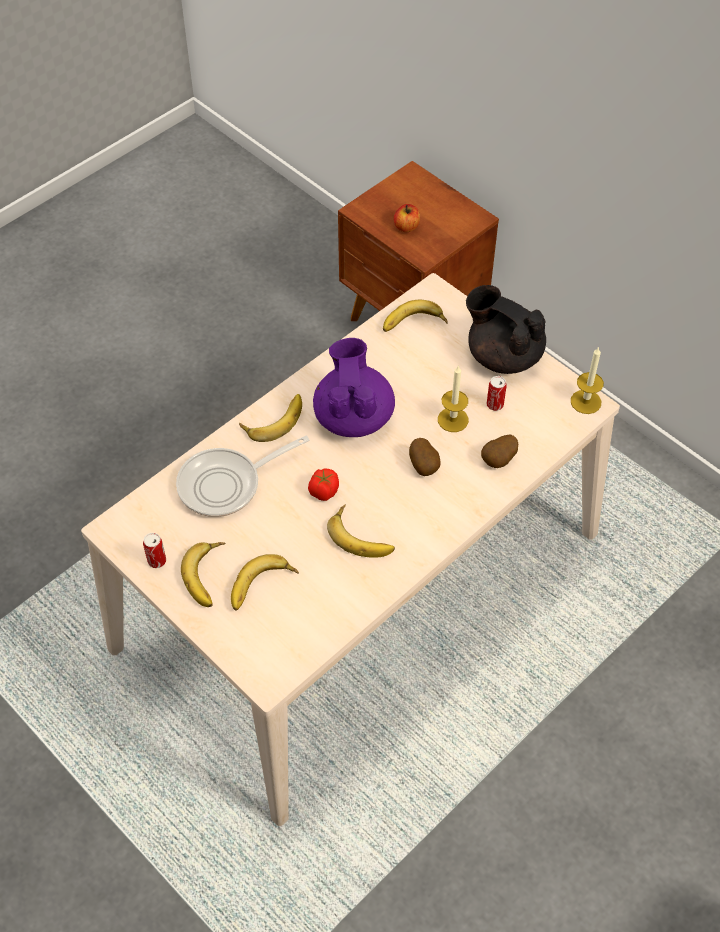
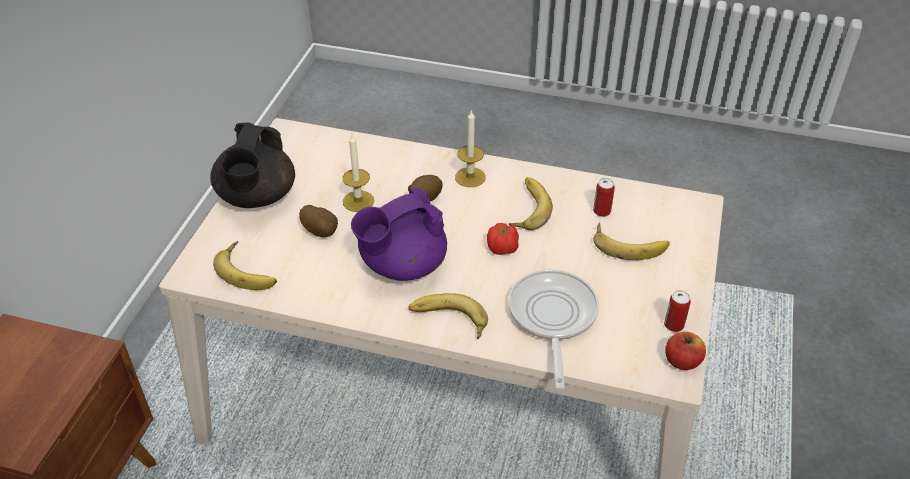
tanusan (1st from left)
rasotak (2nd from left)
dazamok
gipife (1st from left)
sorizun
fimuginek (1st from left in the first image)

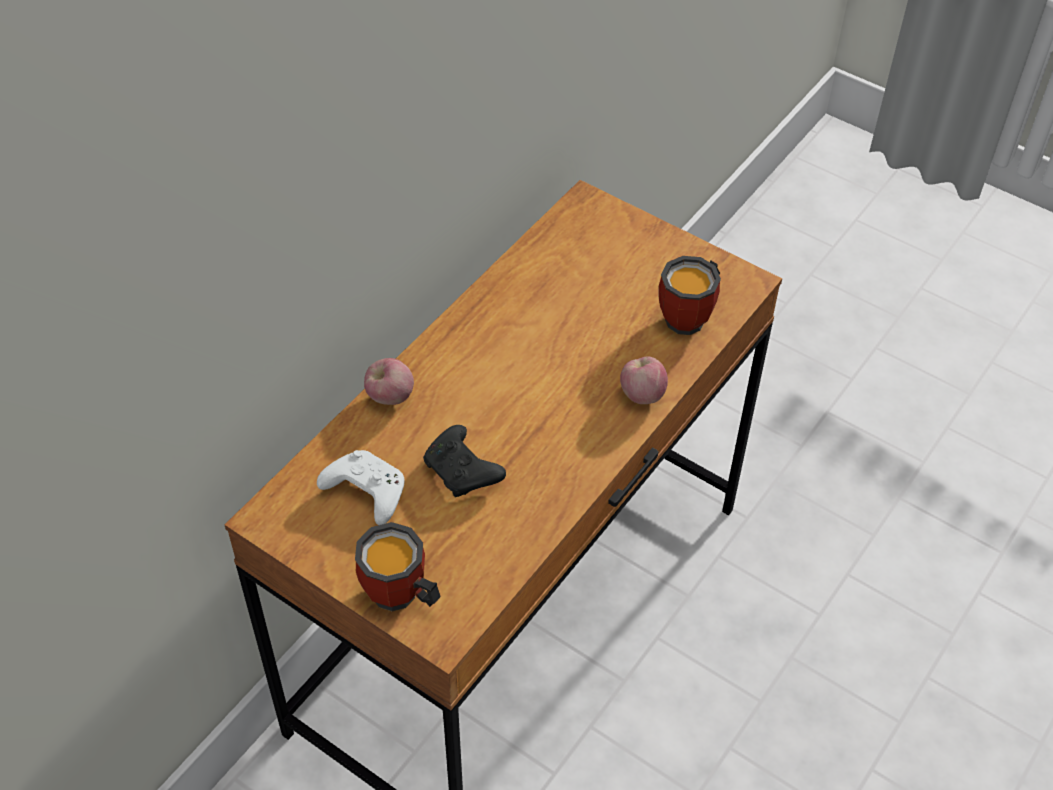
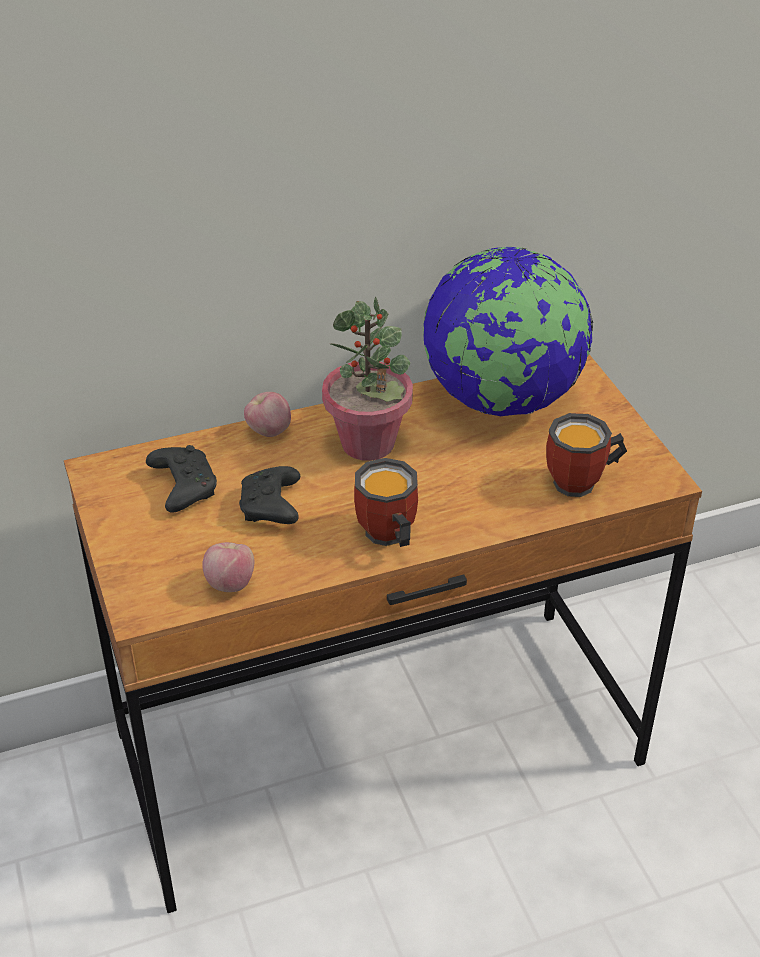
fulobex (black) (1st from left)
sorizun (1st from left)
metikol
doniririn (1st from left)
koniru

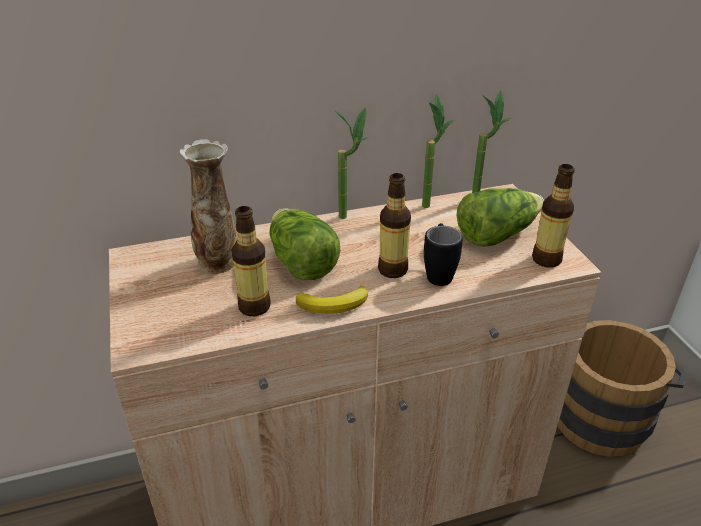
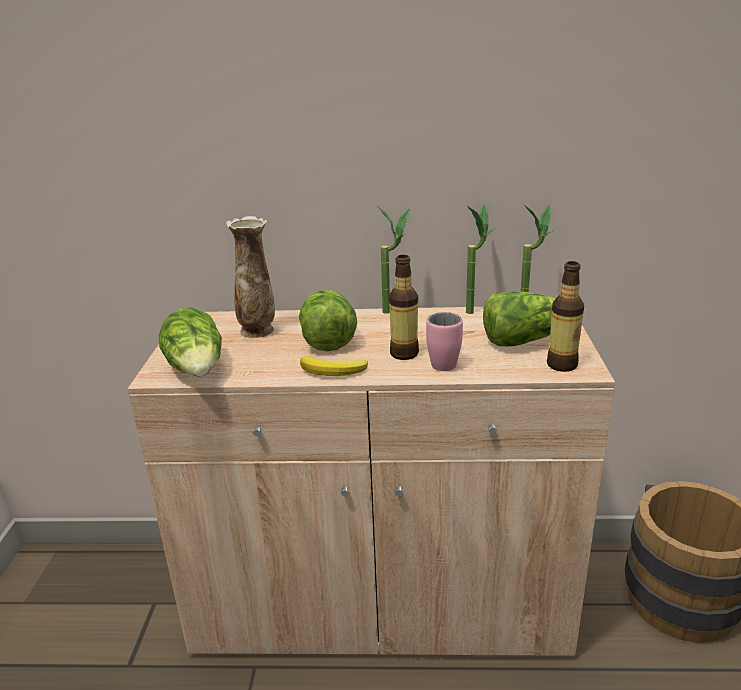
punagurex (1st from left)
doniririn (pink)
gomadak (1st from left in the first image)

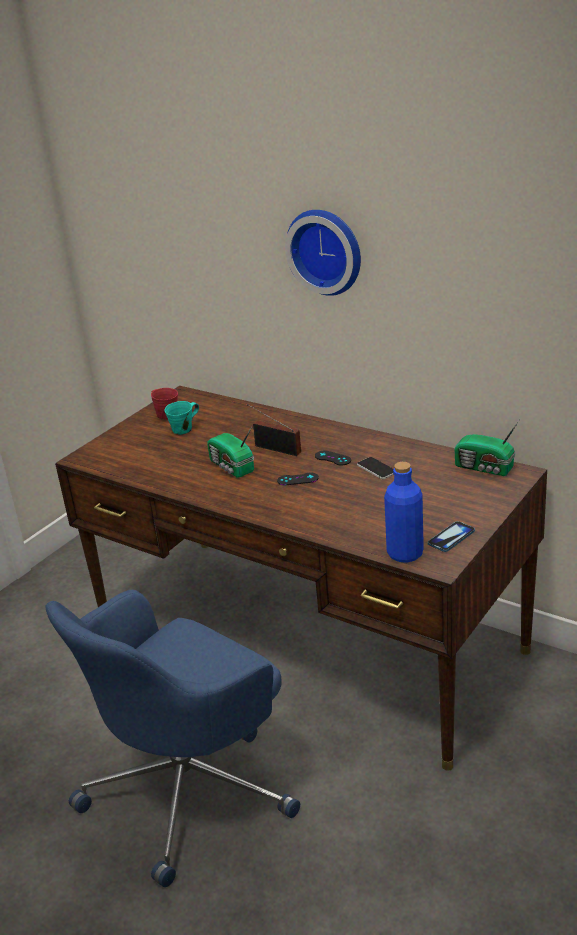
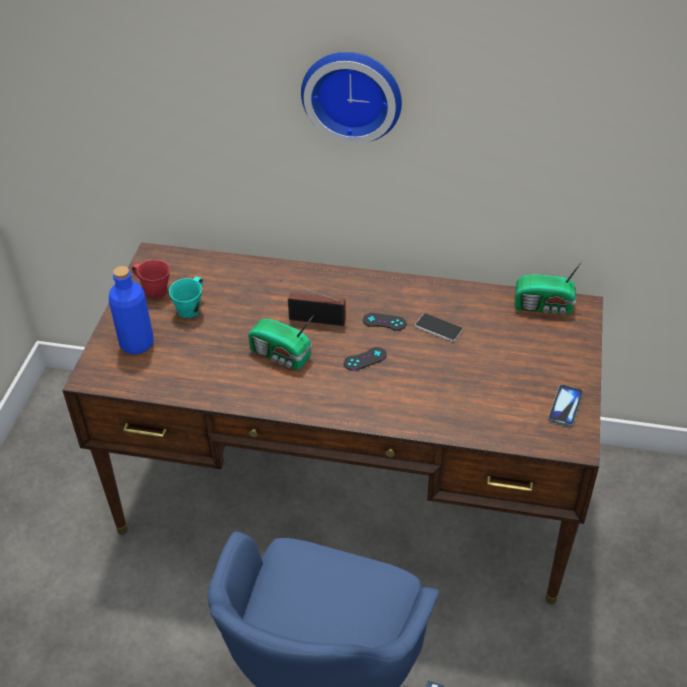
gomadak (blue)

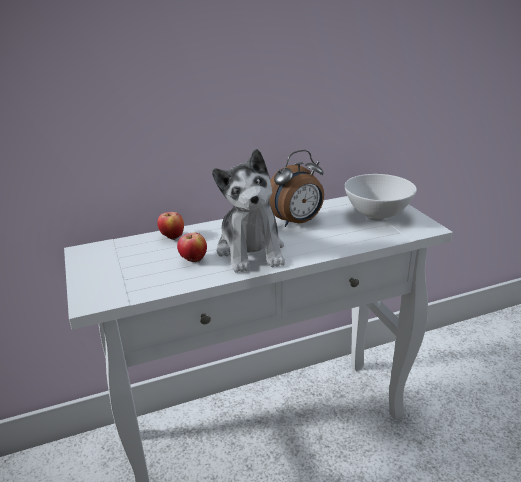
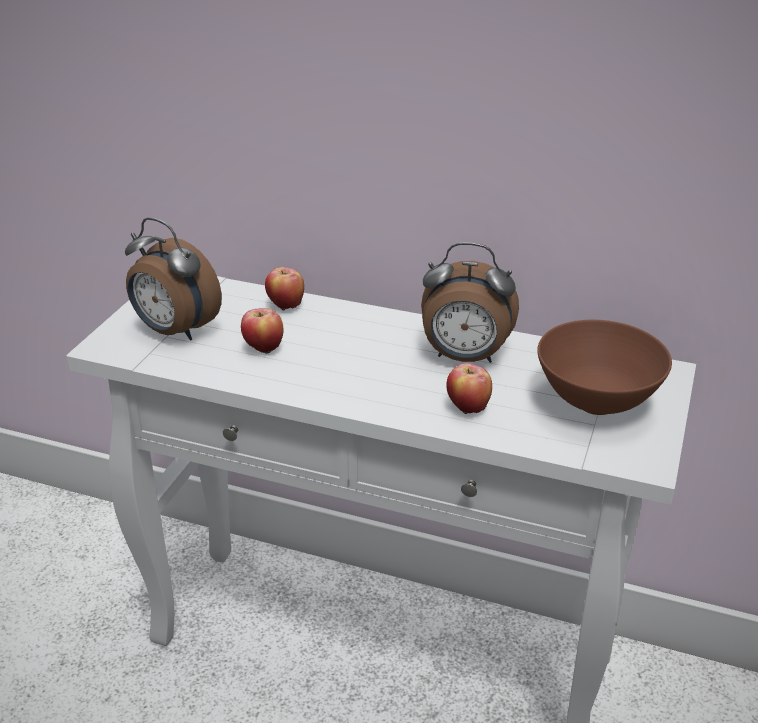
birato (1st from left)
sorizun (3rd from left)
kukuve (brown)
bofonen

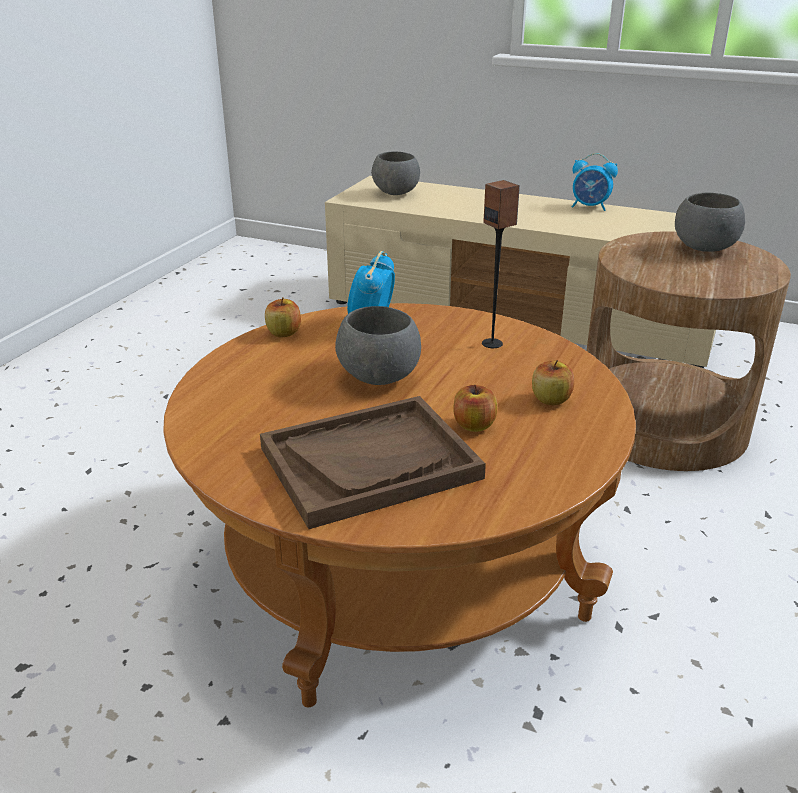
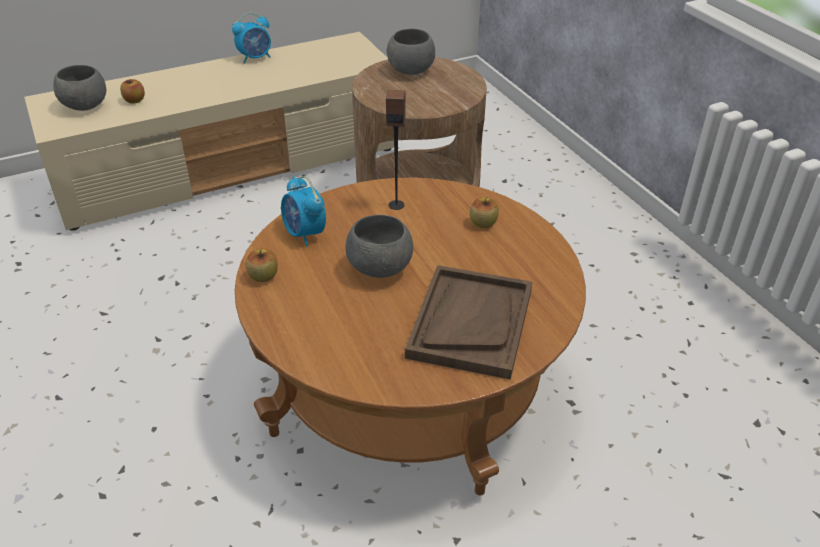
sorizun (1st from left)

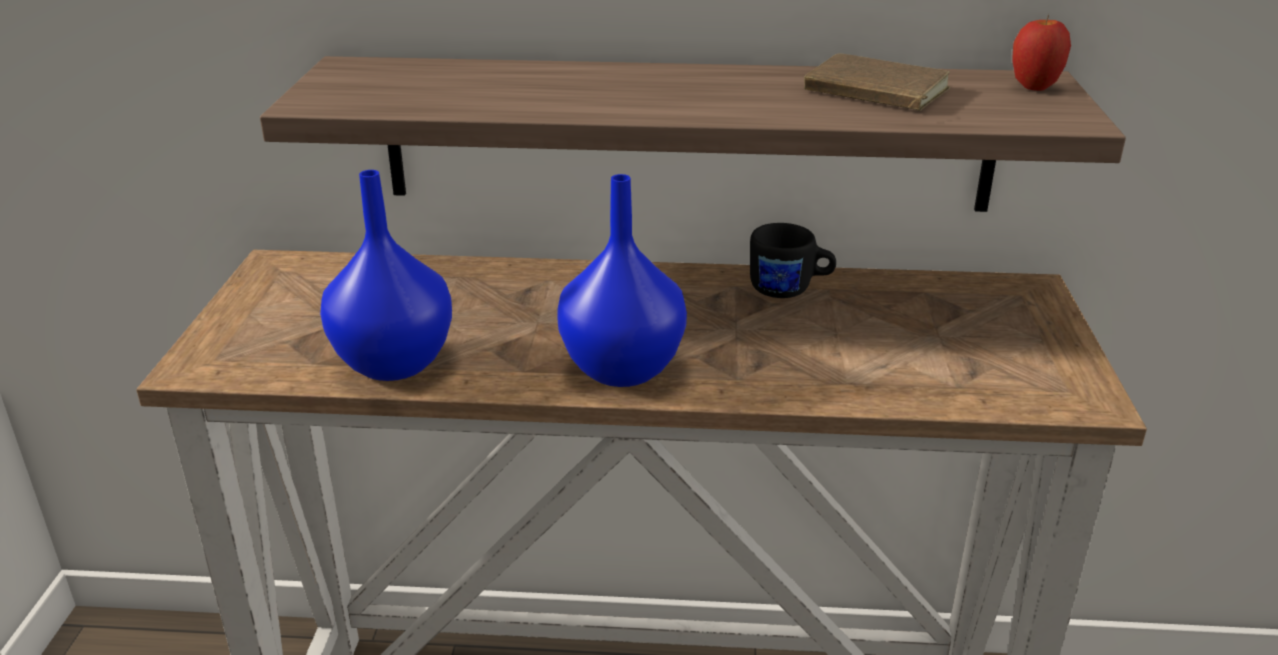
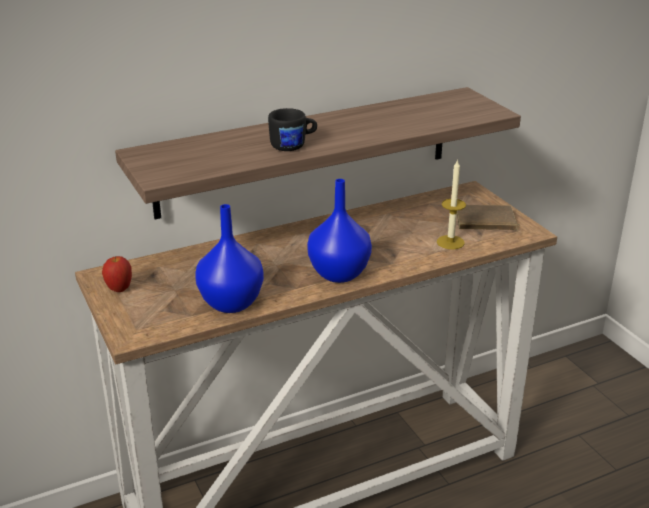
sorizun
doniririn (black)
rasotak
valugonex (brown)

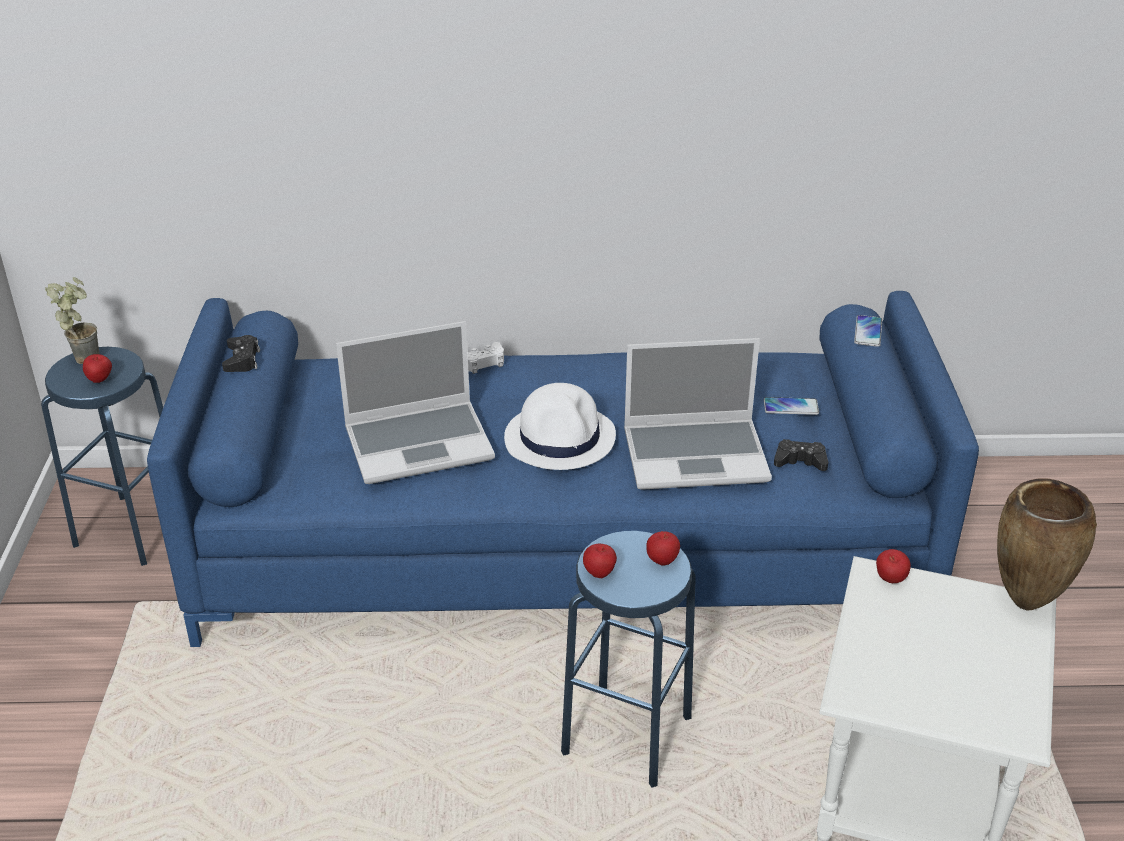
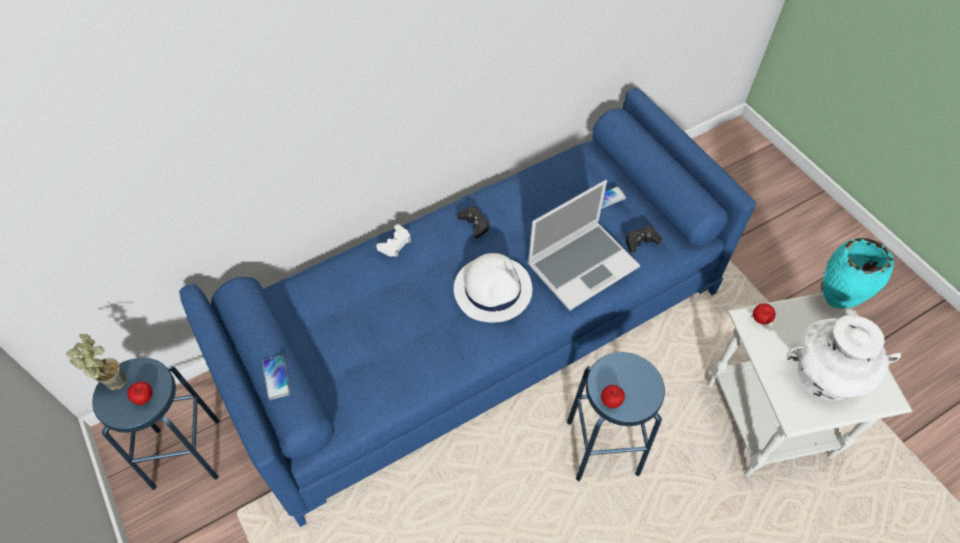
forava (1st from left)
fulobex (black) (1st from left)
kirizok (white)
kirizok (turquoise)
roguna (1st from left in the first image)
sorizun (3rd from left in the first image)

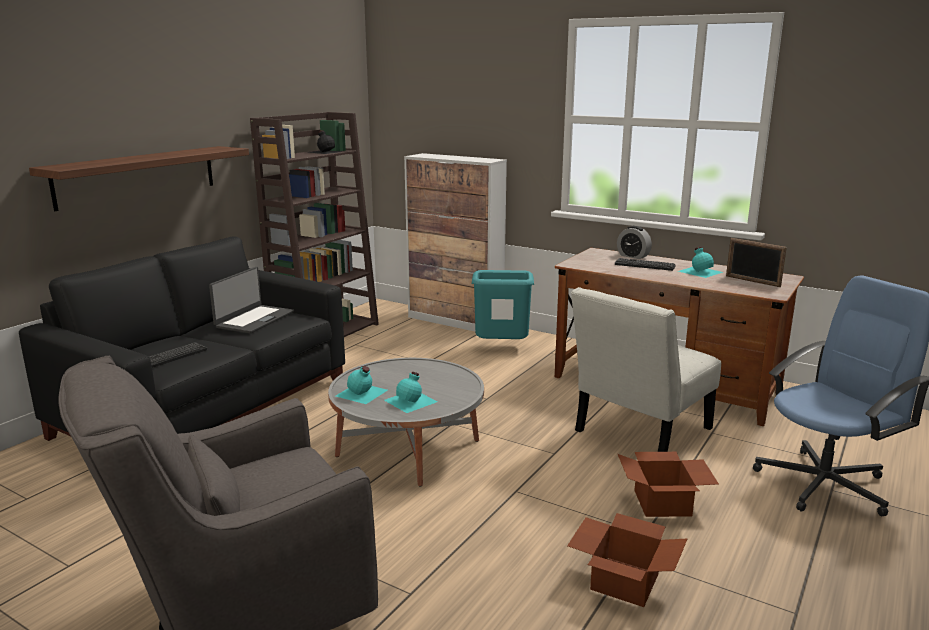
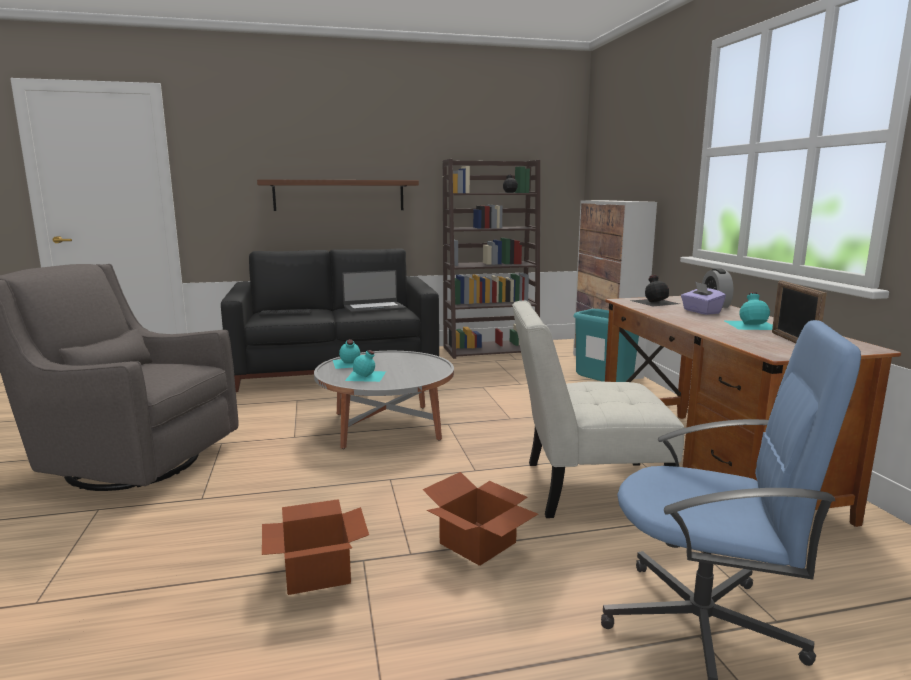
gomadak (black) (2nd from left)
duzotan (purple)

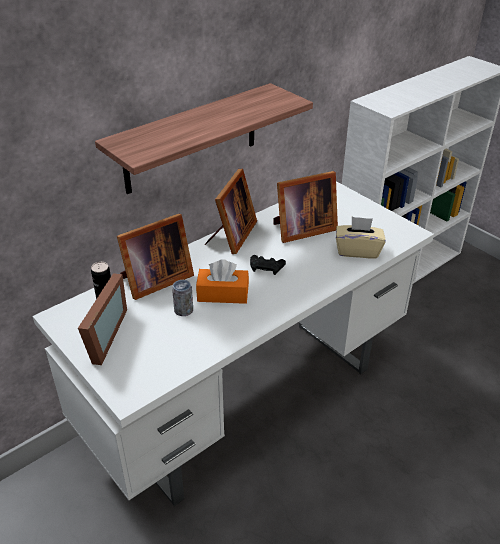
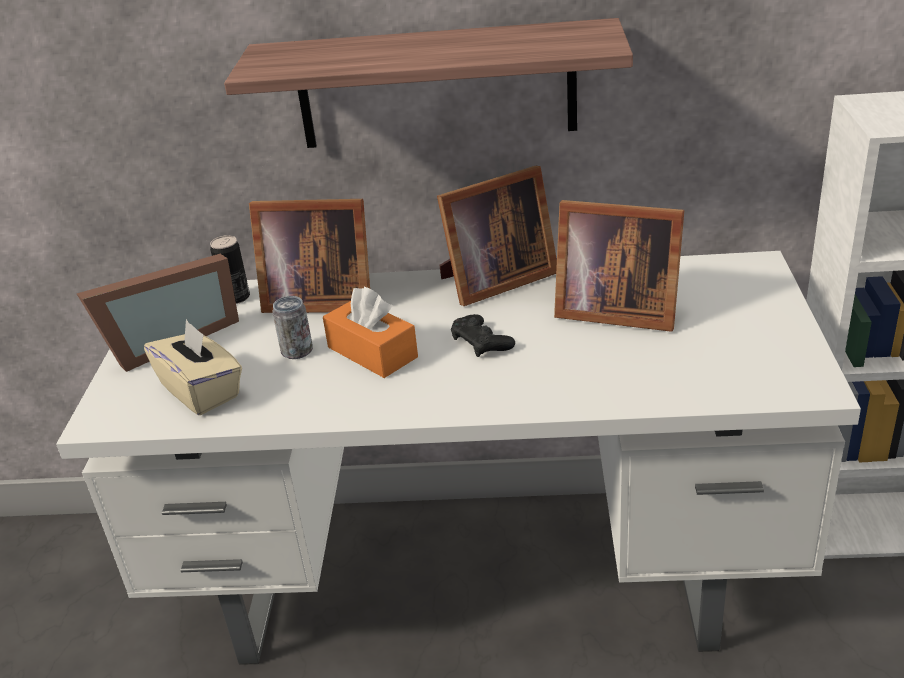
duzotan (beige)

